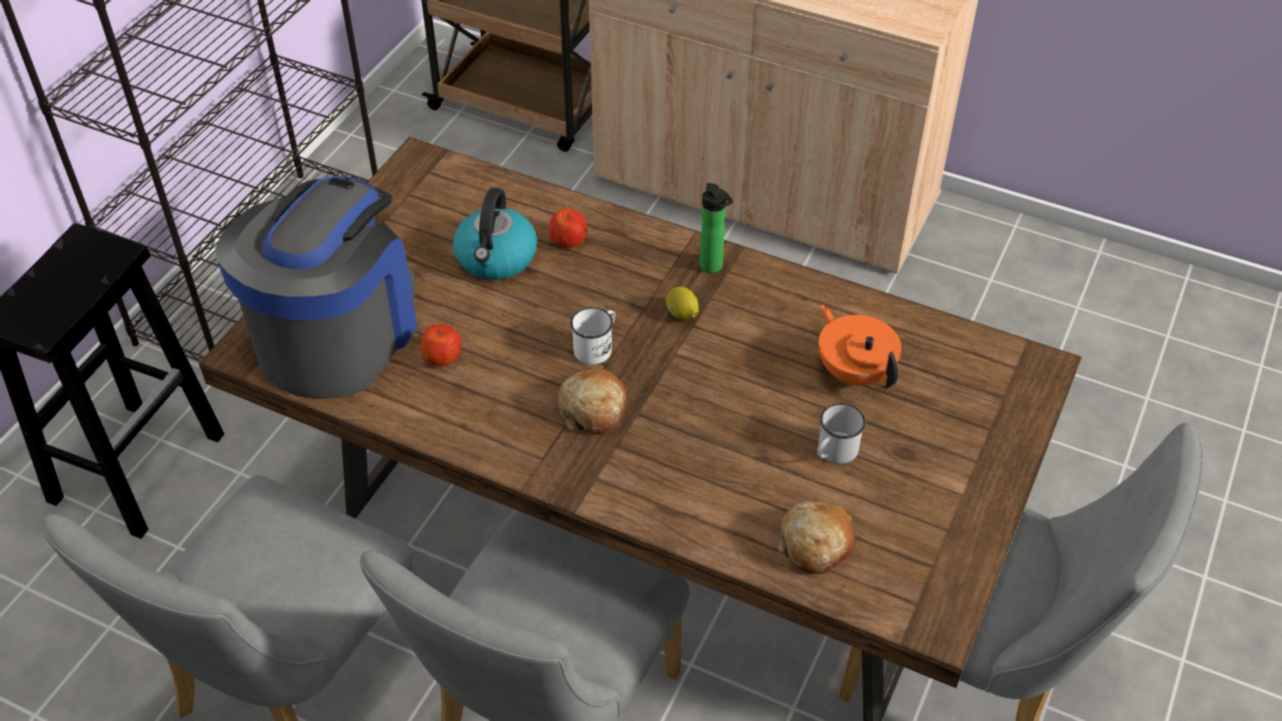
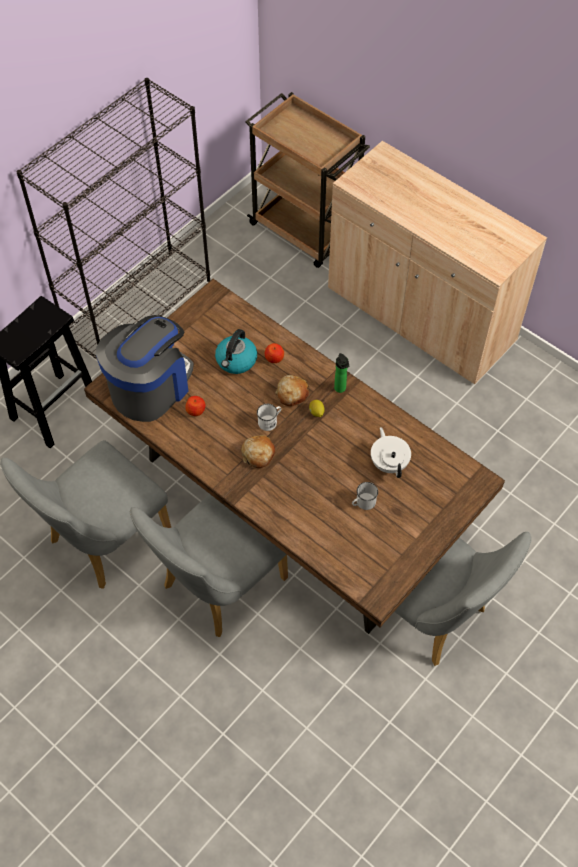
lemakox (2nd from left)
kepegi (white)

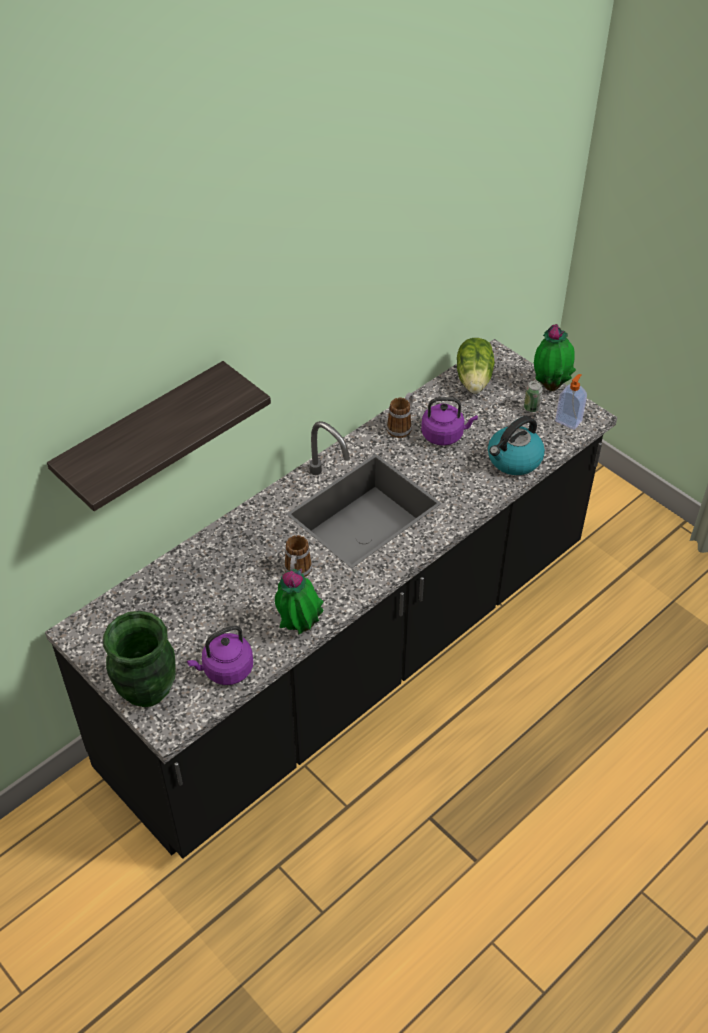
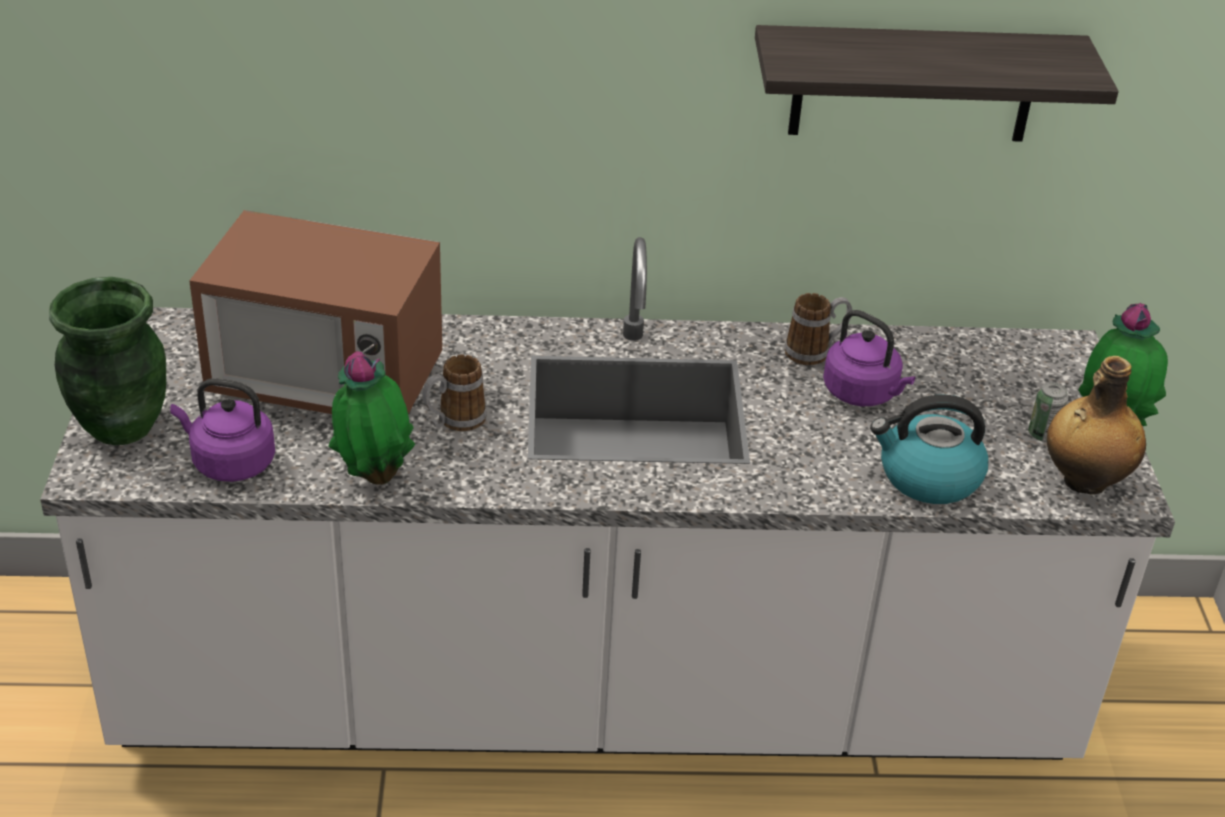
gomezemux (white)
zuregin
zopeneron
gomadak
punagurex

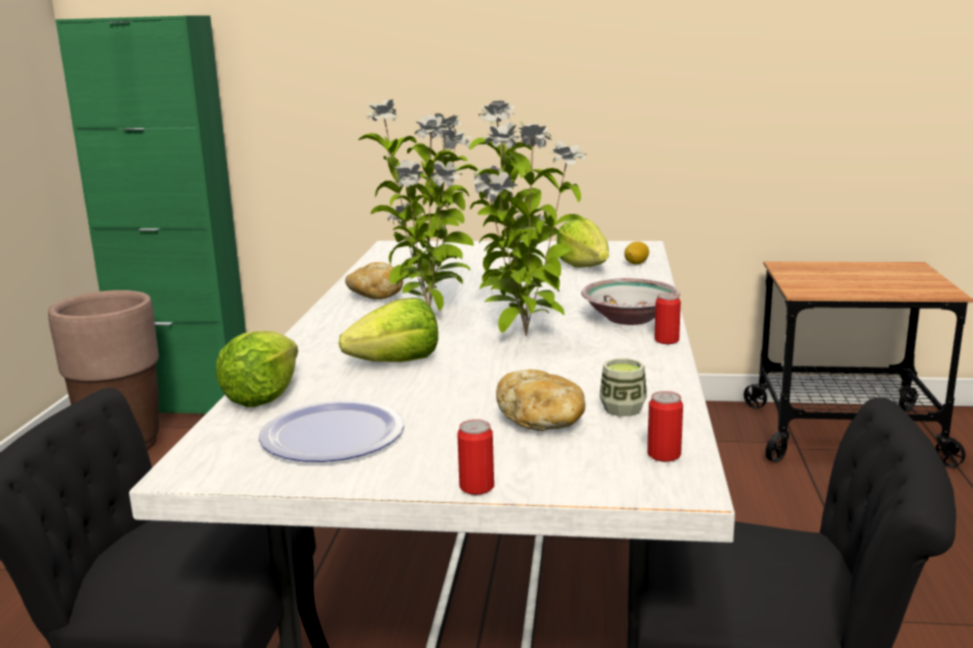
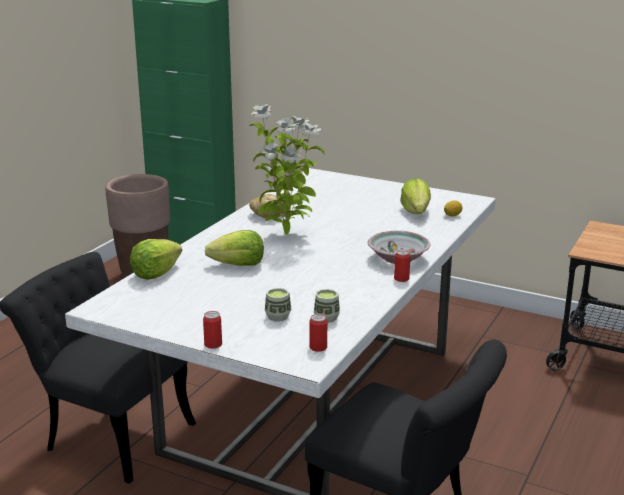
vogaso (1st from left)
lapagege
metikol (2nd from left in the first image)

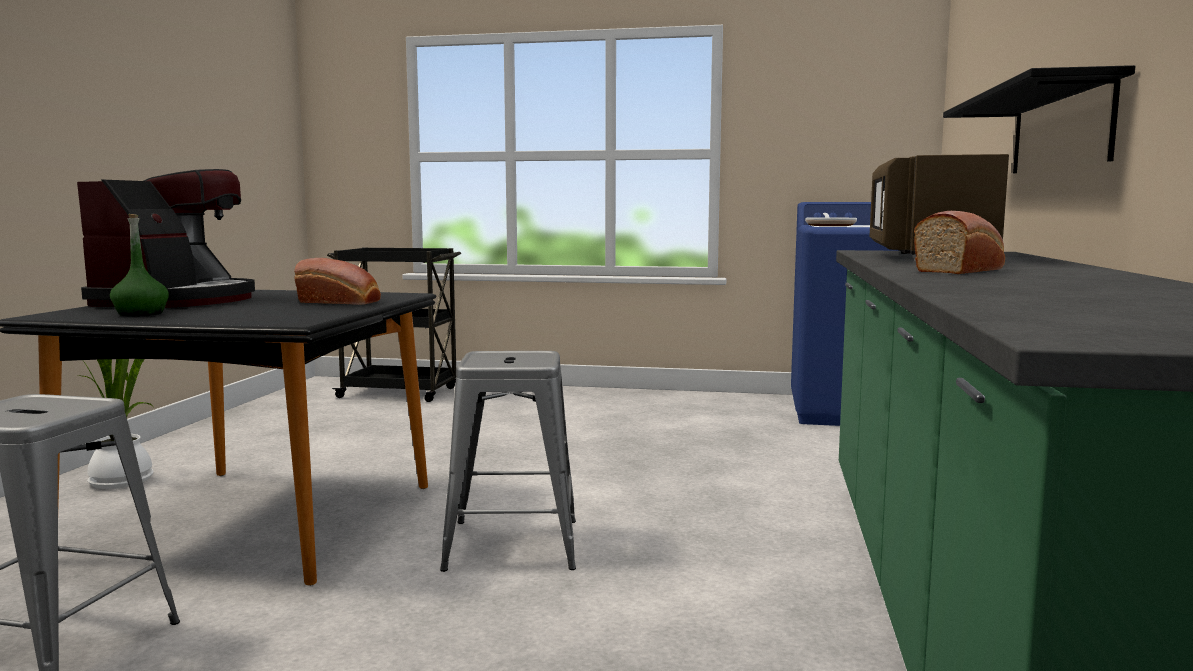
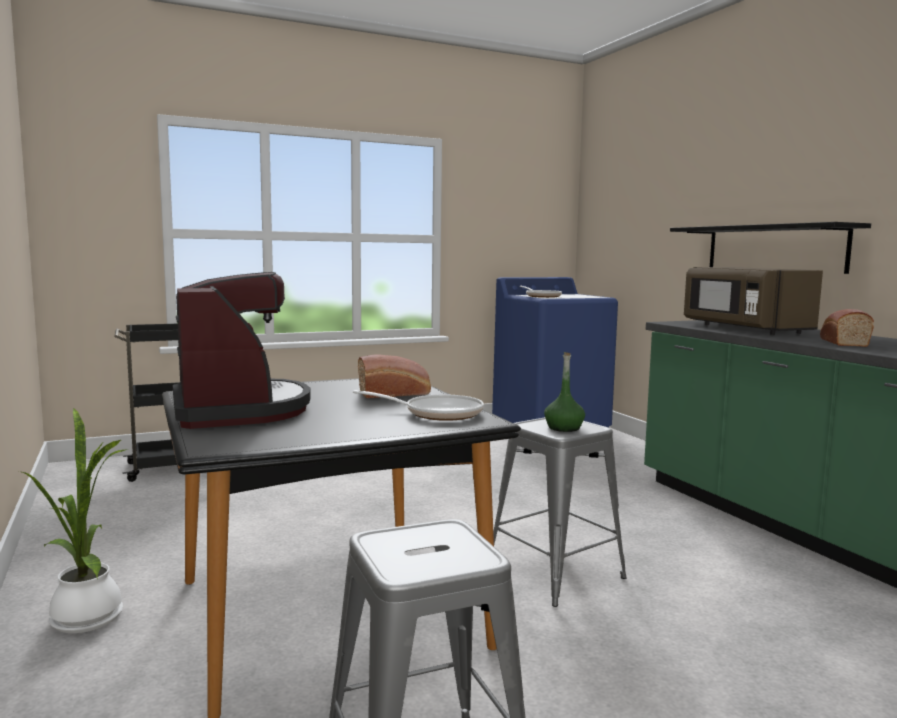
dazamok (1st from left)
gomadak (green)

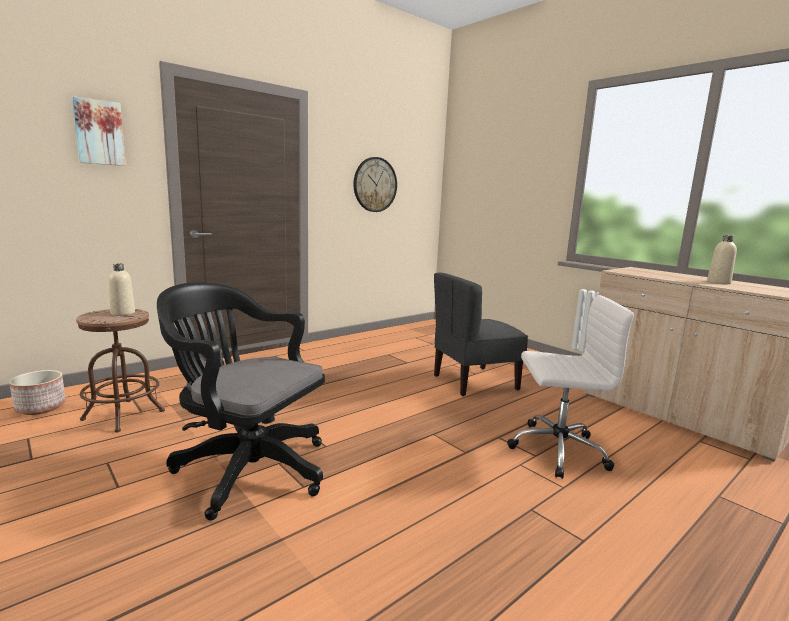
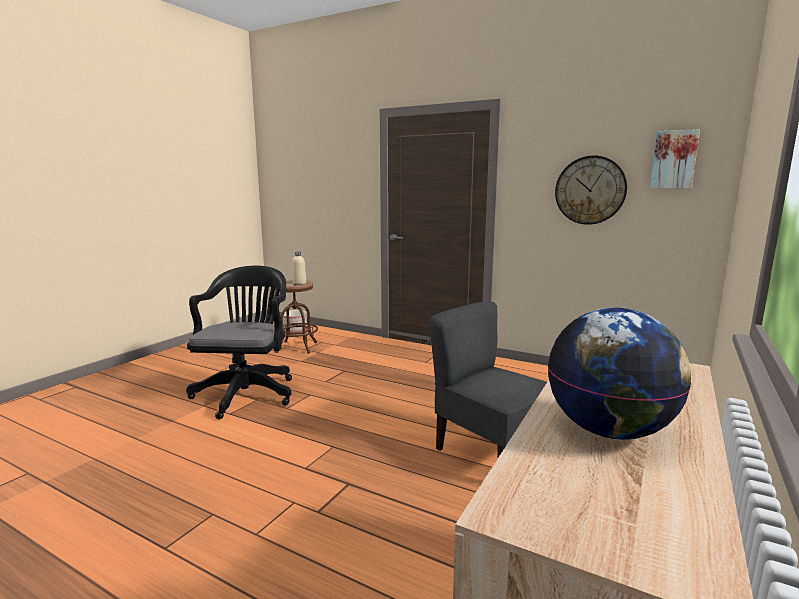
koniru
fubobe
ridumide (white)

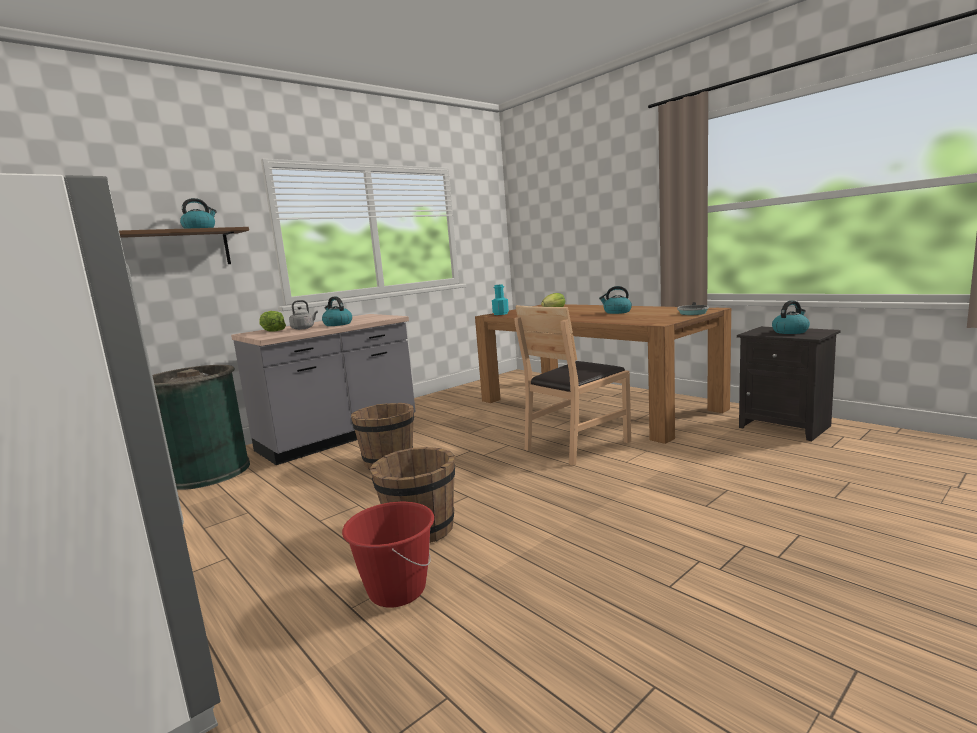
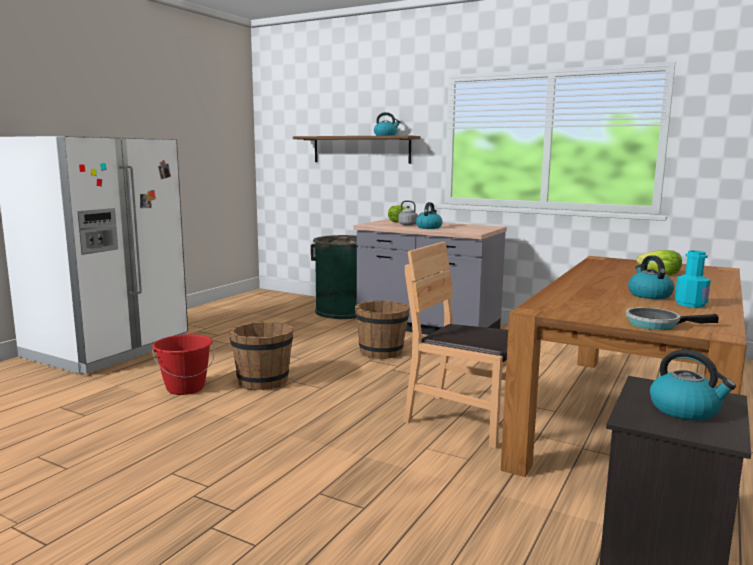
gomadak (turquoise)

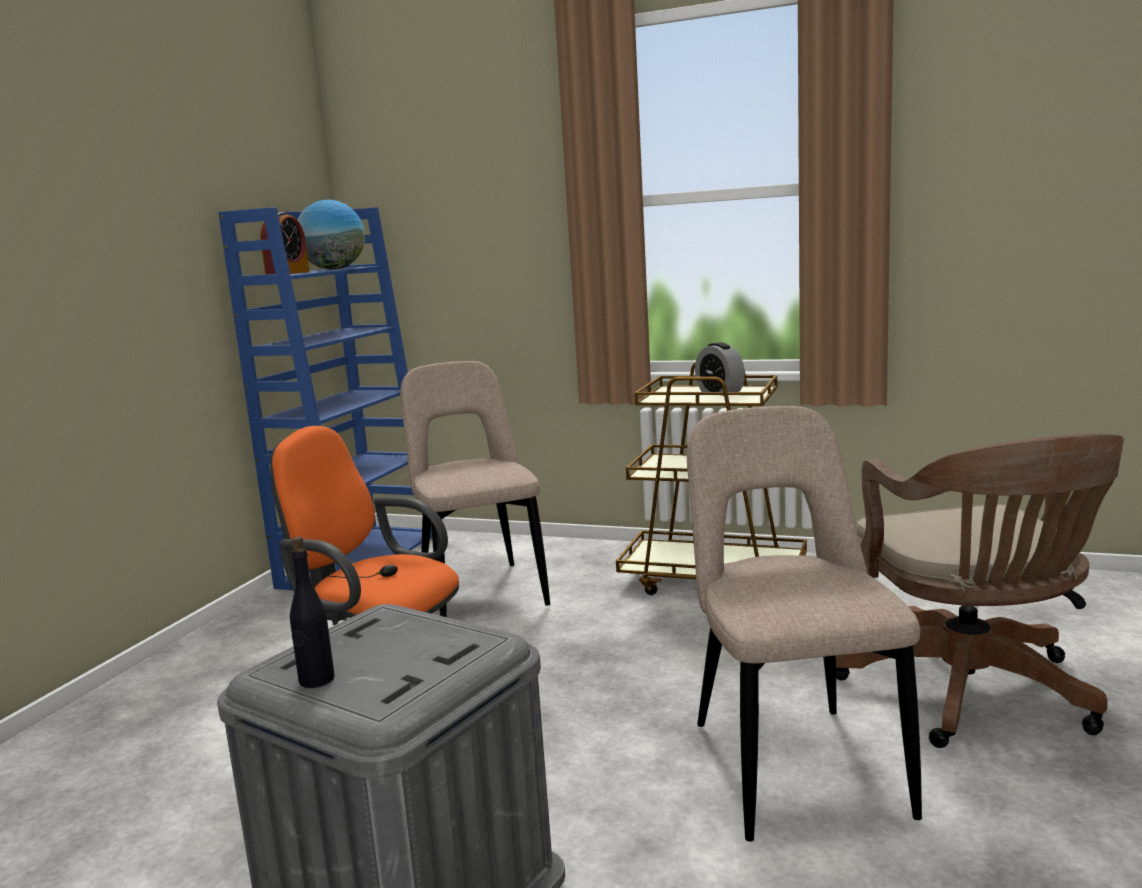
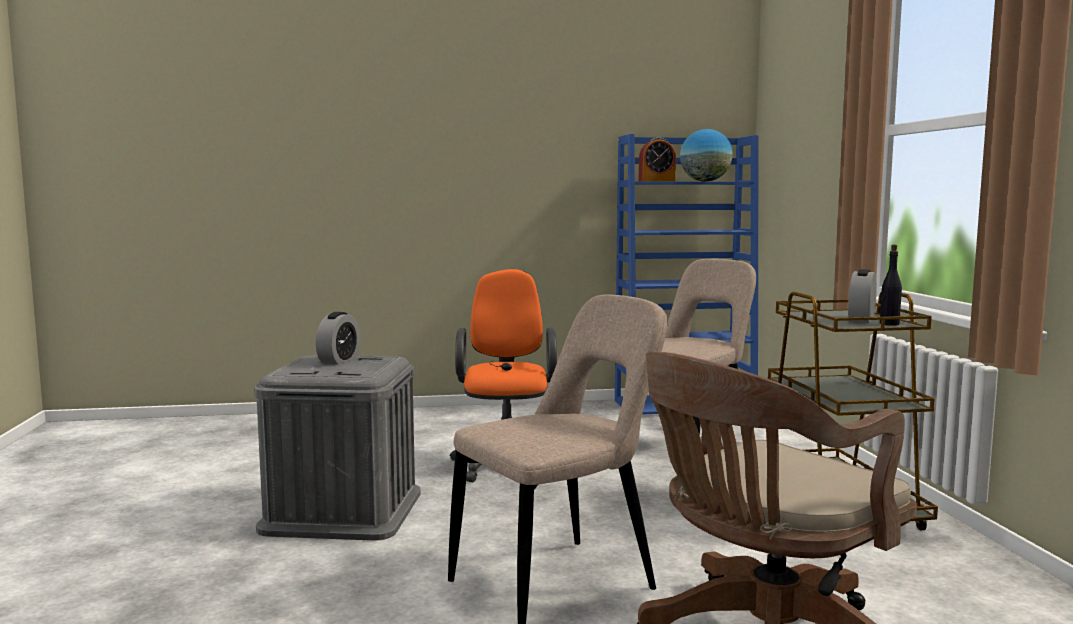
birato (1st from left)
gomadak (black)

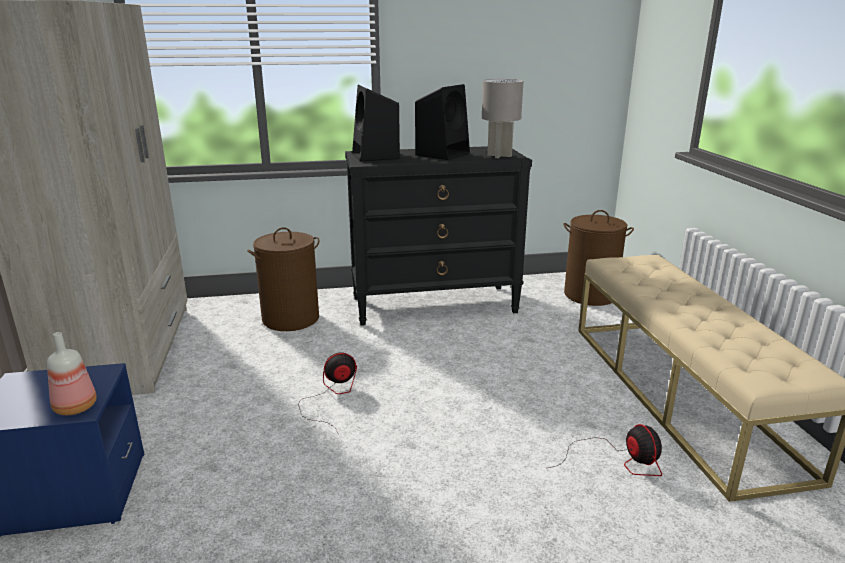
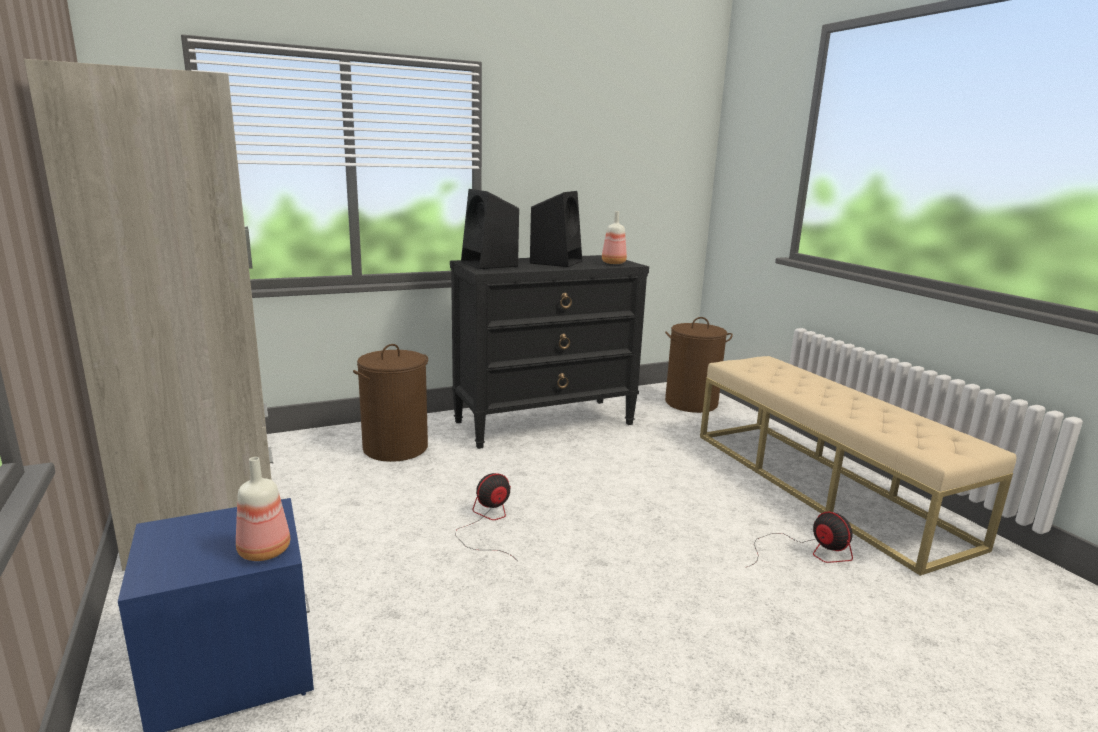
gomadak (2nd from left)

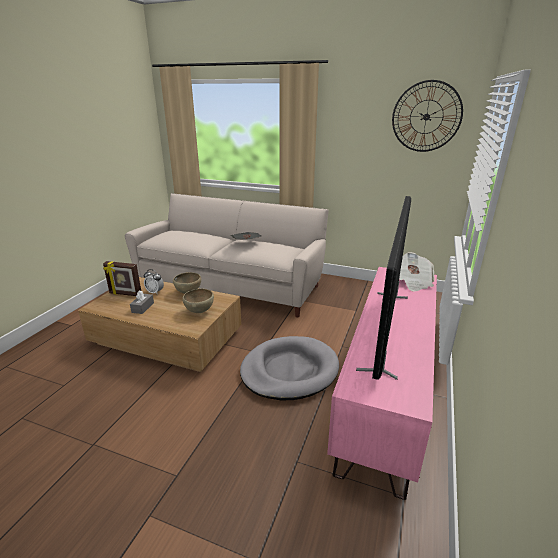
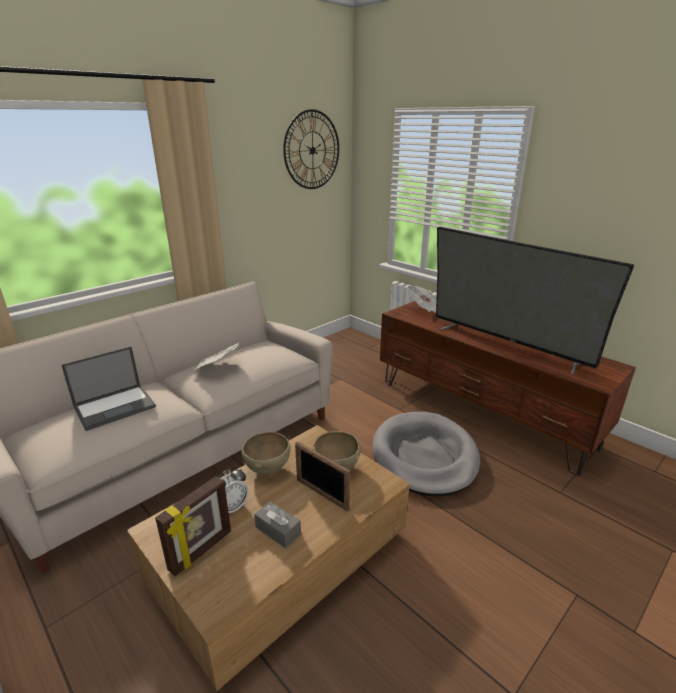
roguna
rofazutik (2nd from left)
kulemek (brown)

